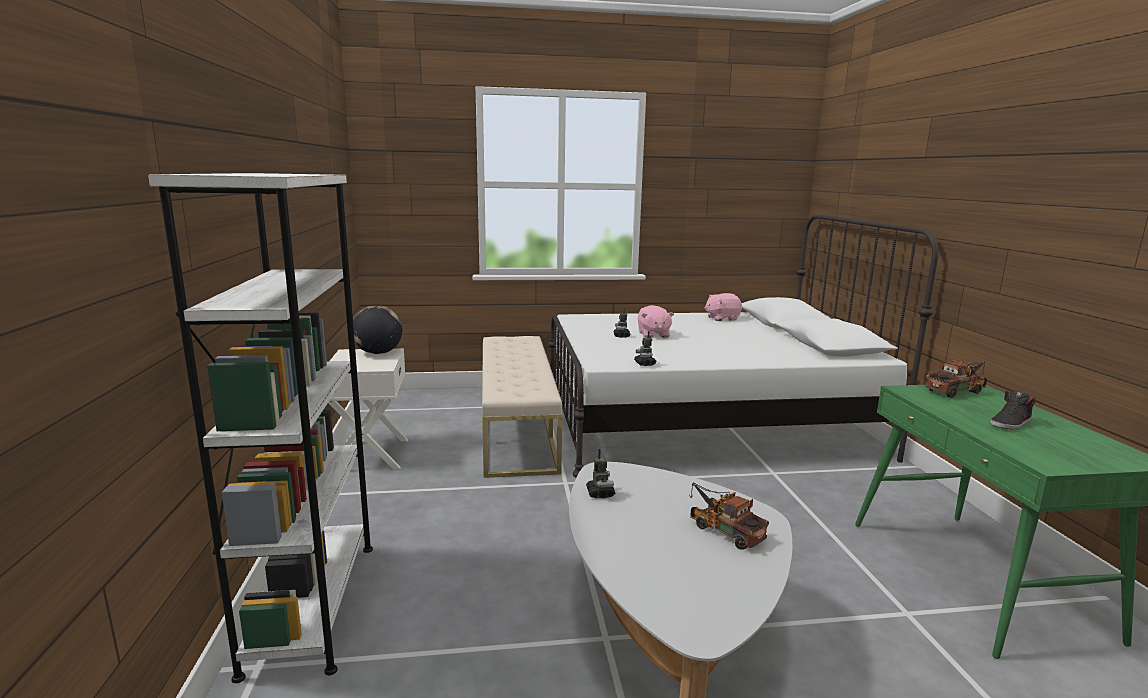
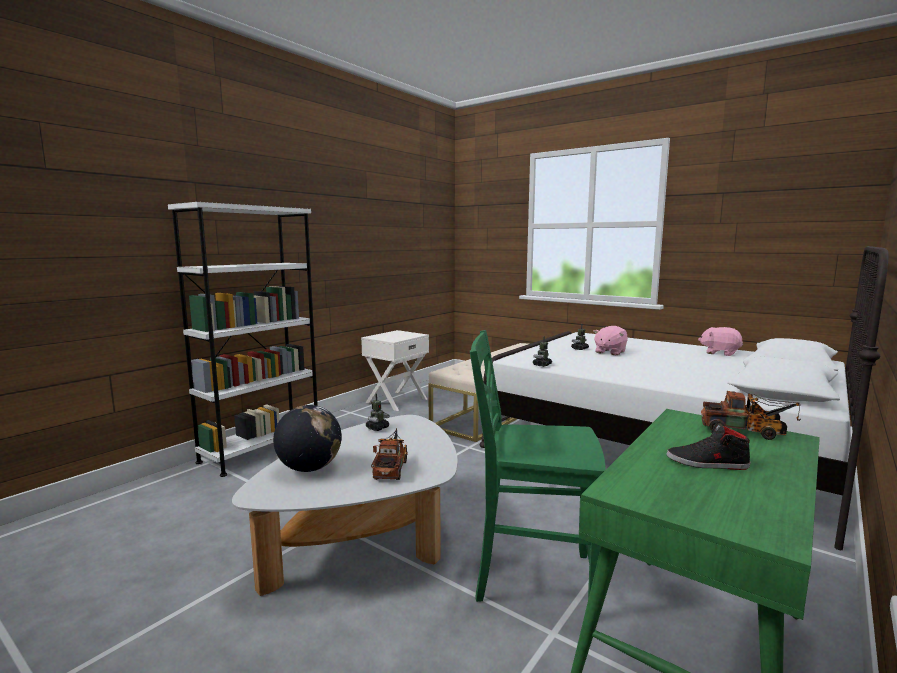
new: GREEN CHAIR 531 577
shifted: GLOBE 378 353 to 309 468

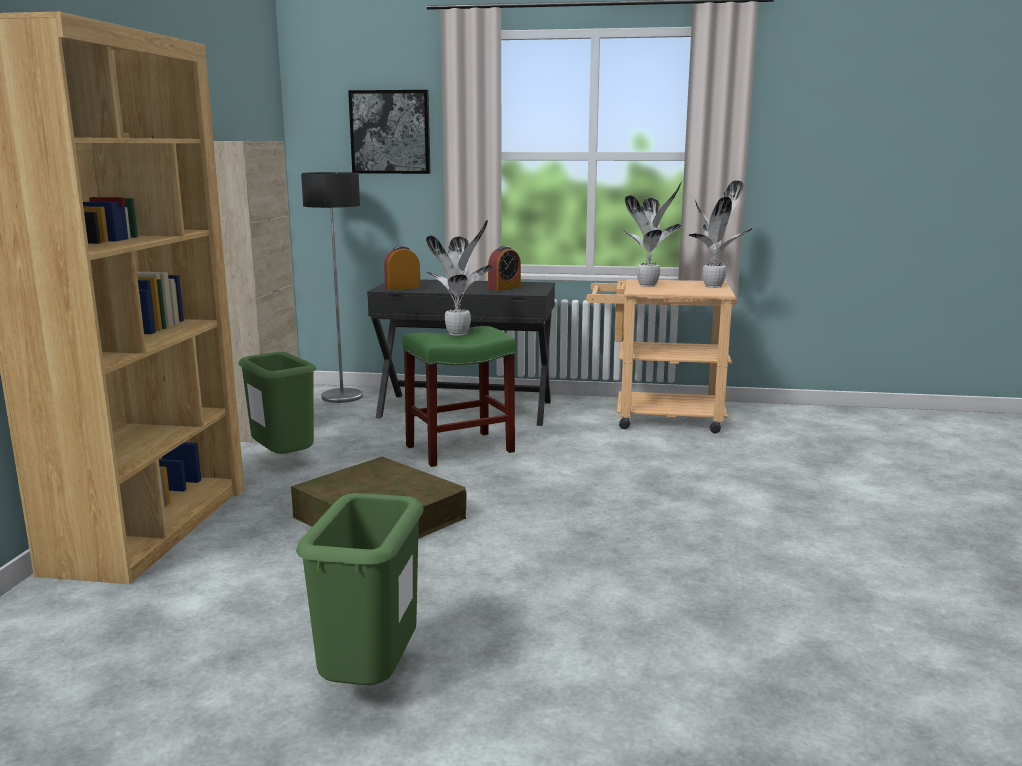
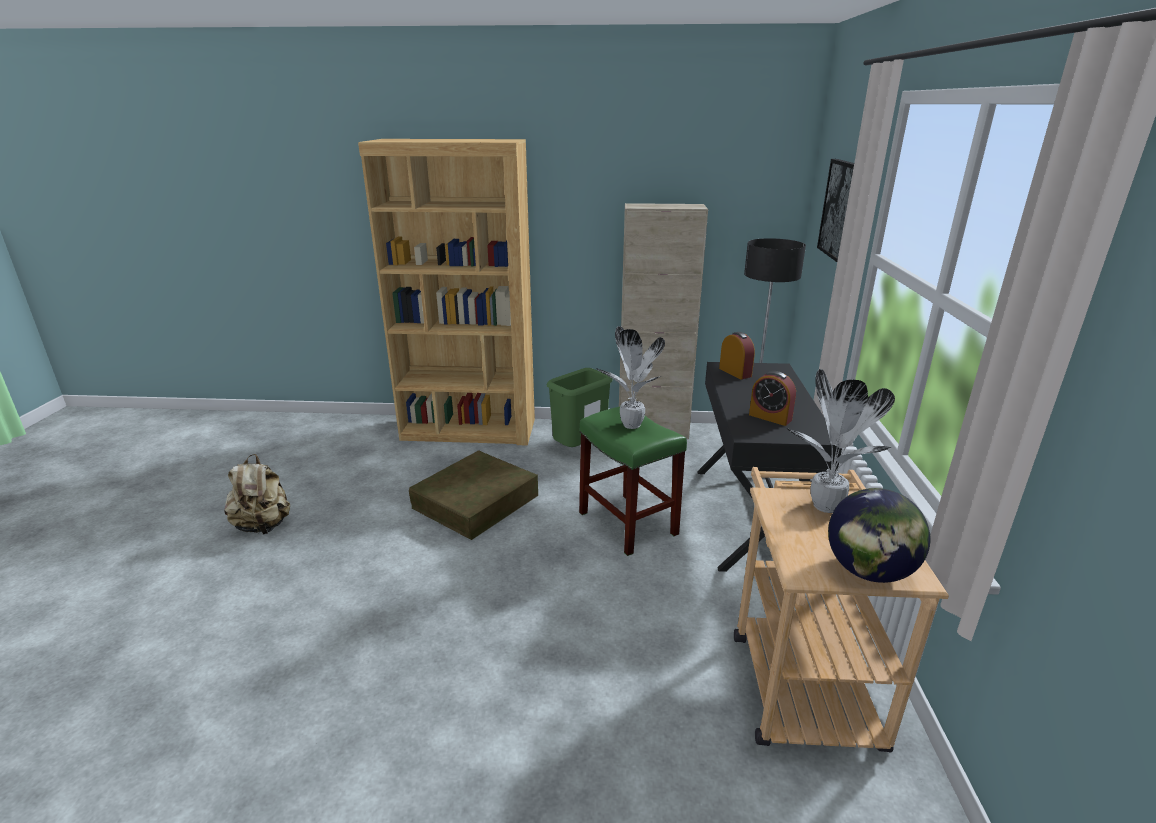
swapped: GREEN TRASH CAN 369 681 to BEIGE BACKPACK 263 526; POTTED PLANT 714 286 to GLOBE 868 571

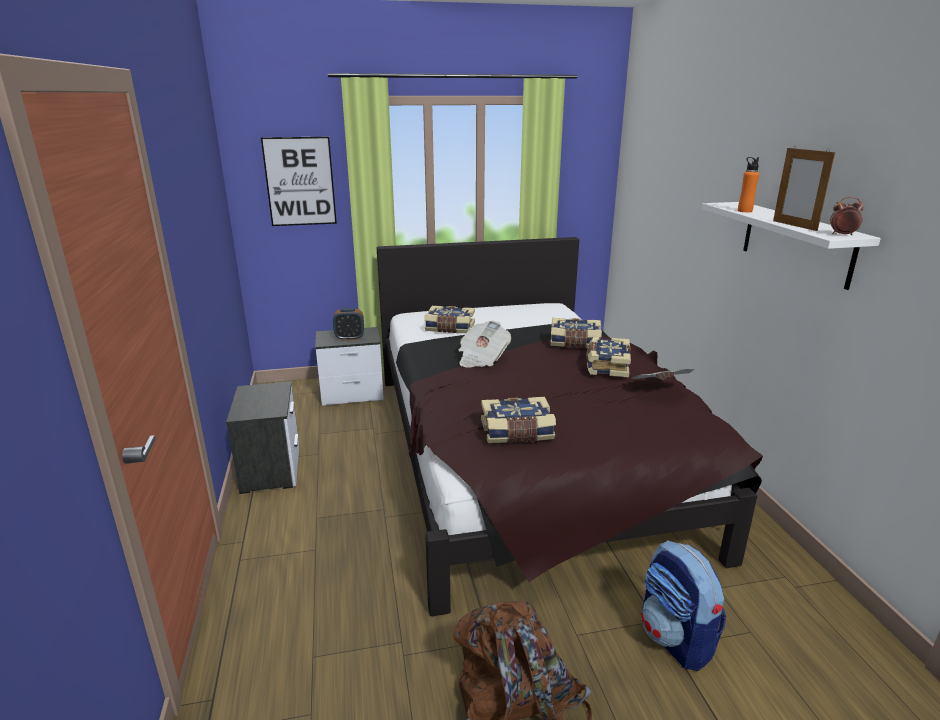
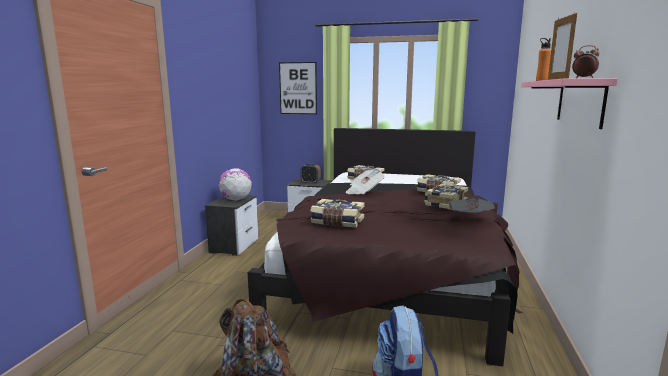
new: GLOBE 236 199
repainted: WHITE SHELF 796 242 to PINK SHELF 580 102

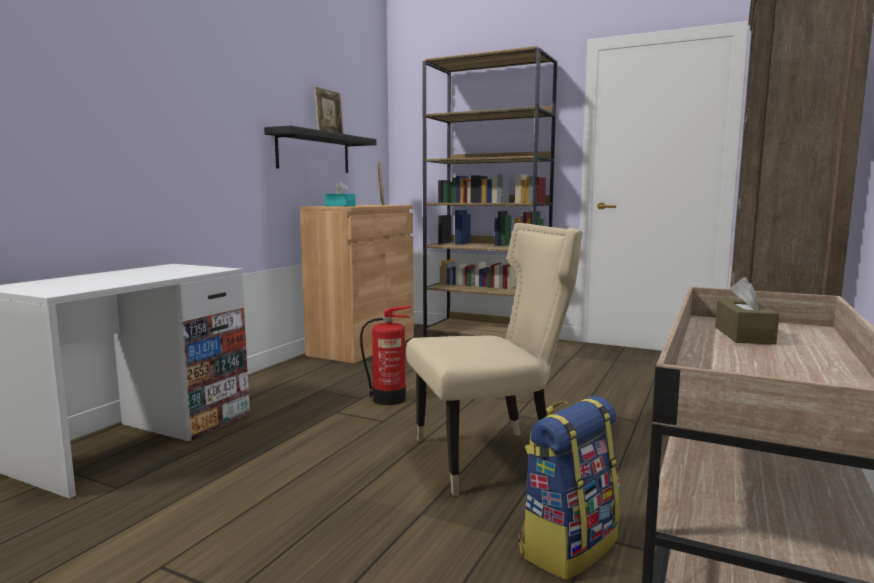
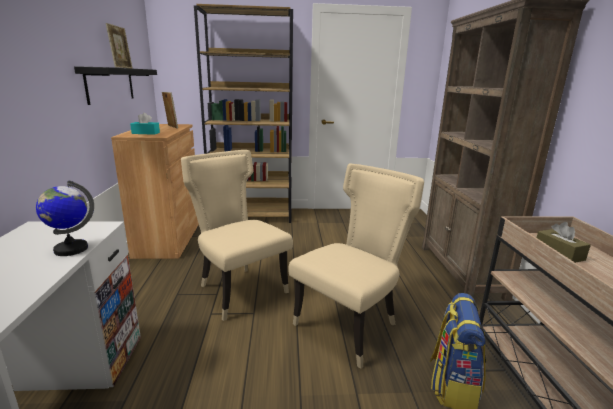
new: GLOBE 71 249
swapped: FIRE EXTINGUISHER 390 399 to BEIGE CHAIR 239 289

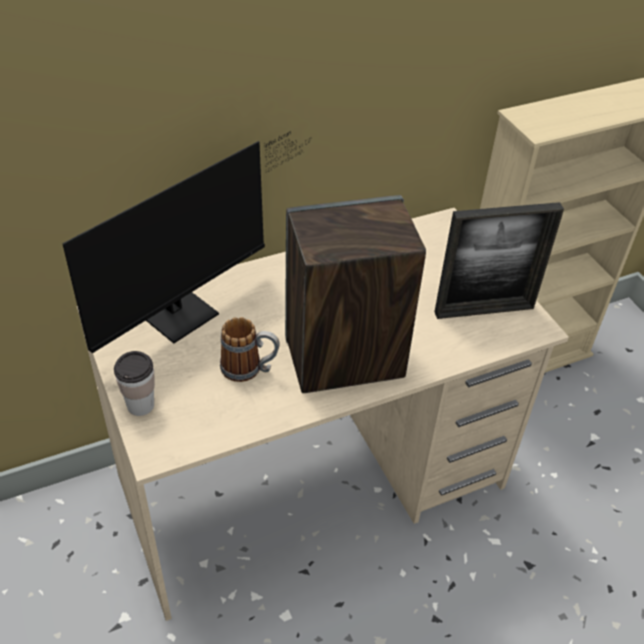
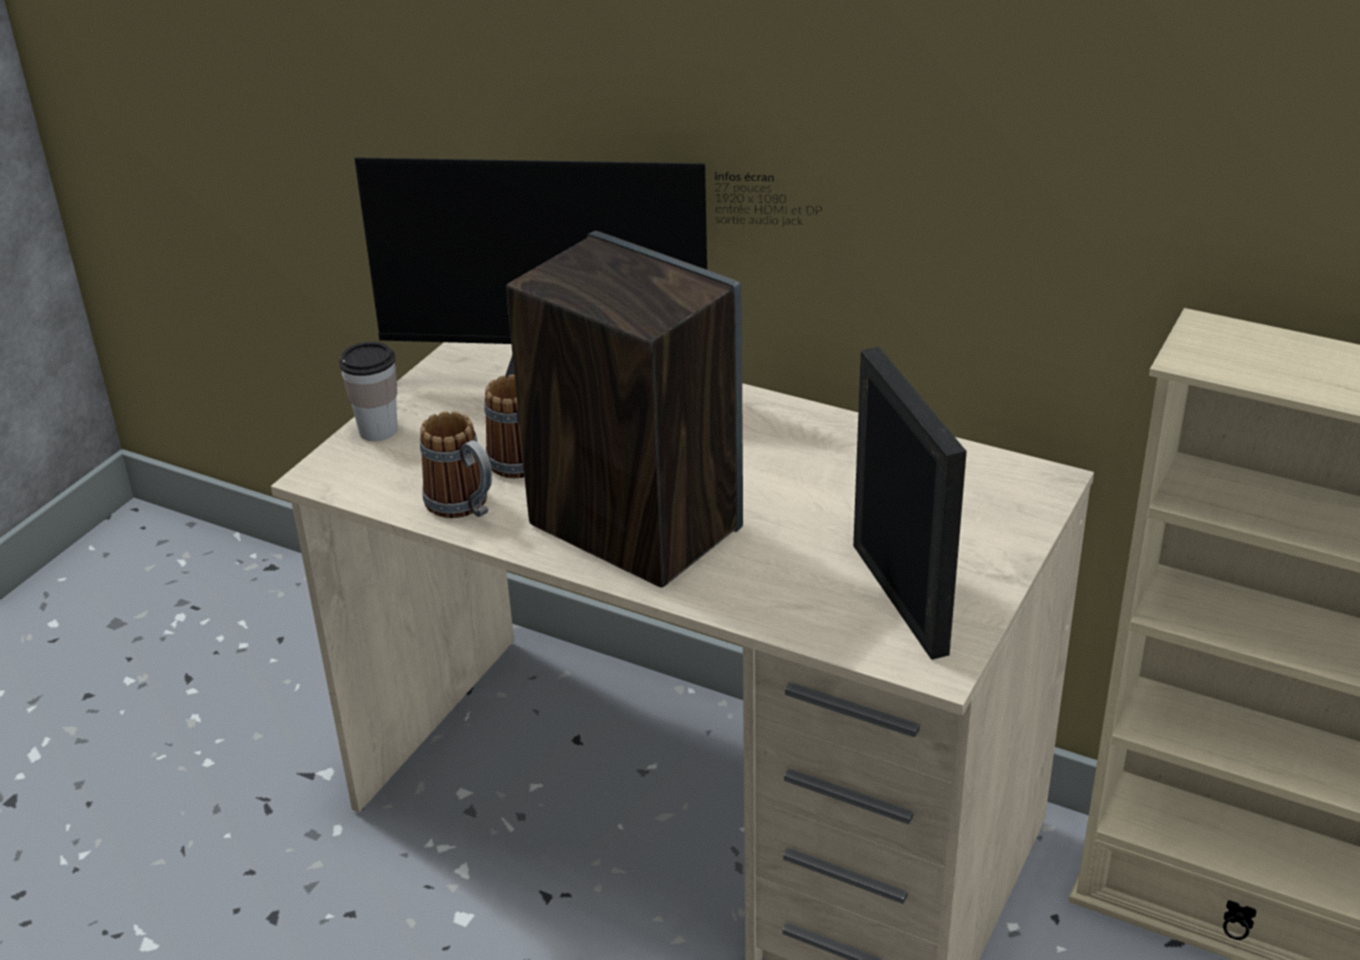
new: MUG 465 507
rotated: PICTURE FRAME 484 310 = 899 598 150 degrees counterclockwise

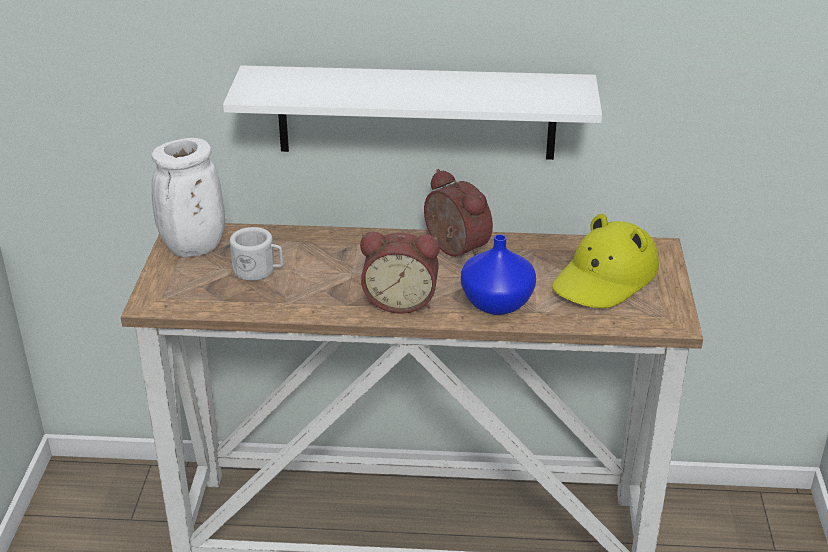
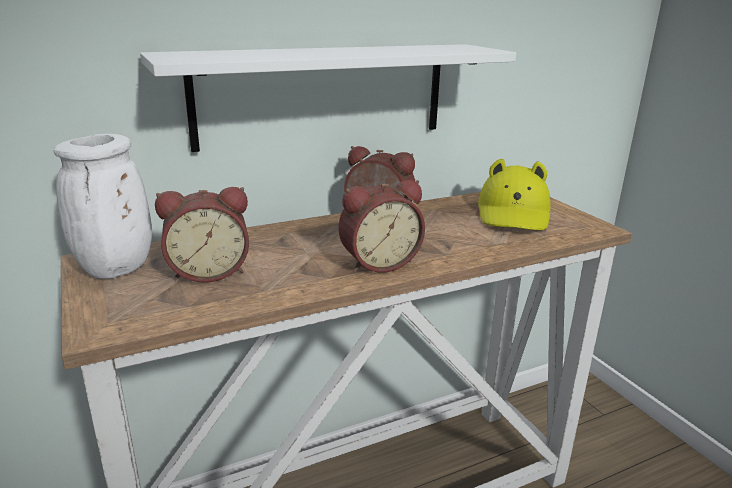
gone: BLUE VASE 495 303
swapped: WHITE MUG 258 270 to ALARM CLOCK 209 271

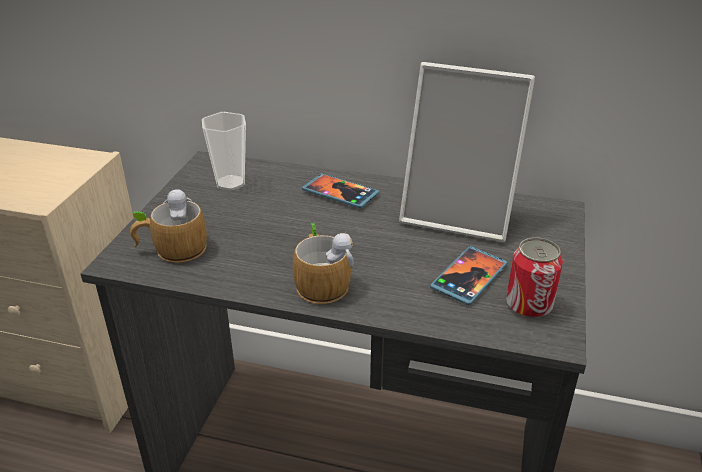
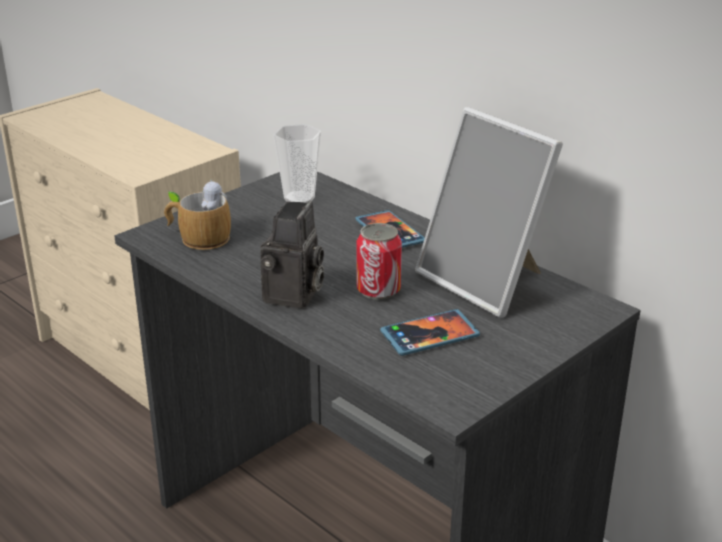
shifted: CAN 529 305 to 378 290
swapped: MUG 321 281 to PHOTO CAMERA 293 297

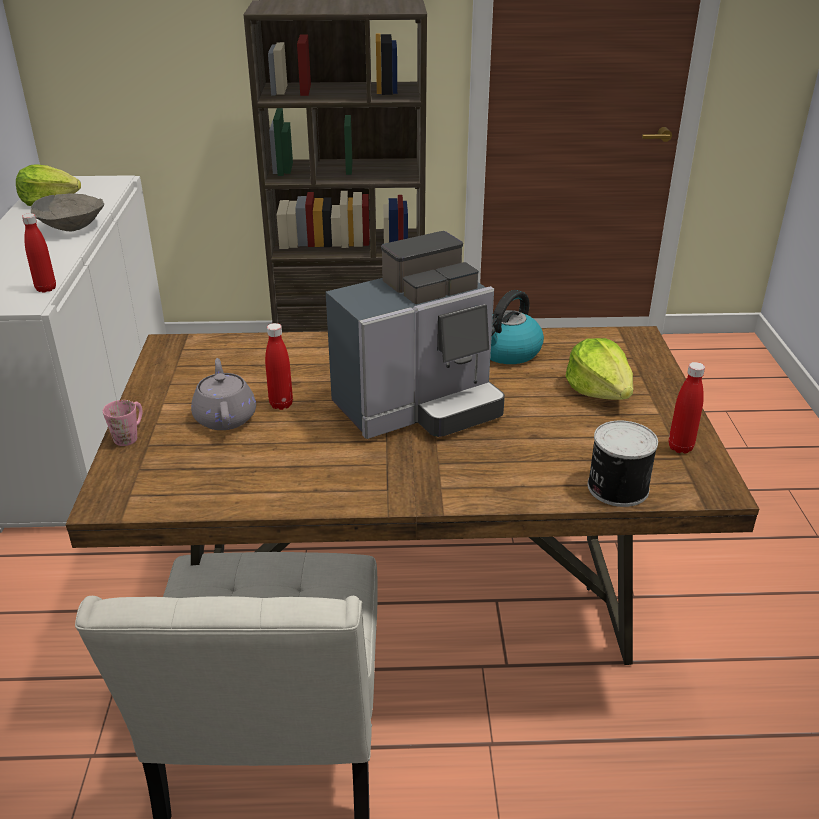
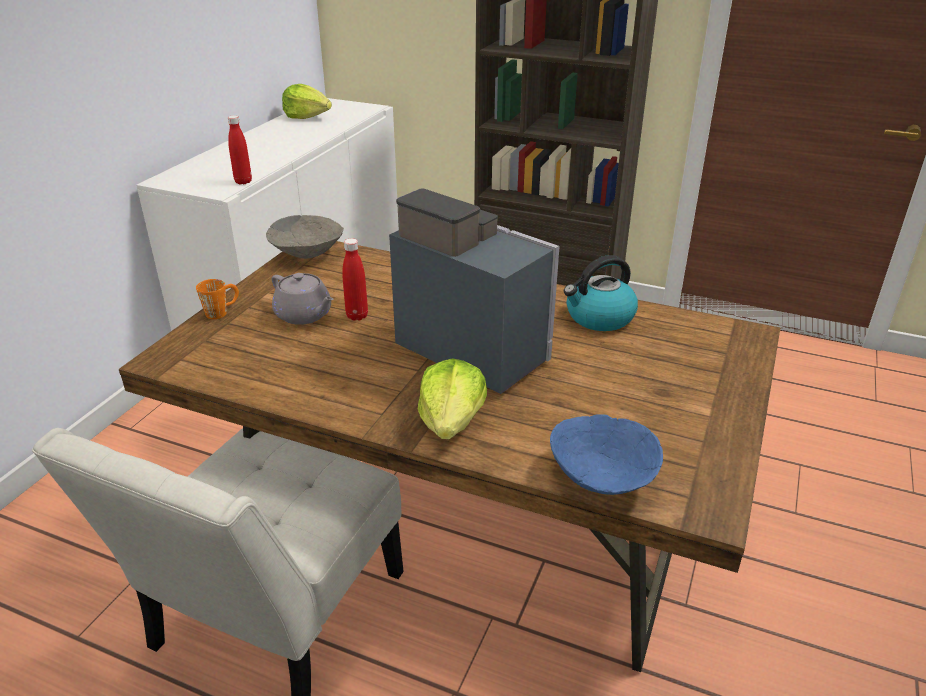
gone: RED BOTTLE 680 447
shifted: GREY BOWL 73 227 to 308 253; LETTUCE 599 391 to 452 421
swapped: CAN 616 487 to BLUE BOWL 600 477
repainted: PINK MUG 130 435 to ORANGE MUG 222 311
rotated: GREY TEAPOT 225 417 = 304 315 120 degrees clockwise; COFFEE MACHINE 419 407 = 472 348 135 degrees counterclockwise

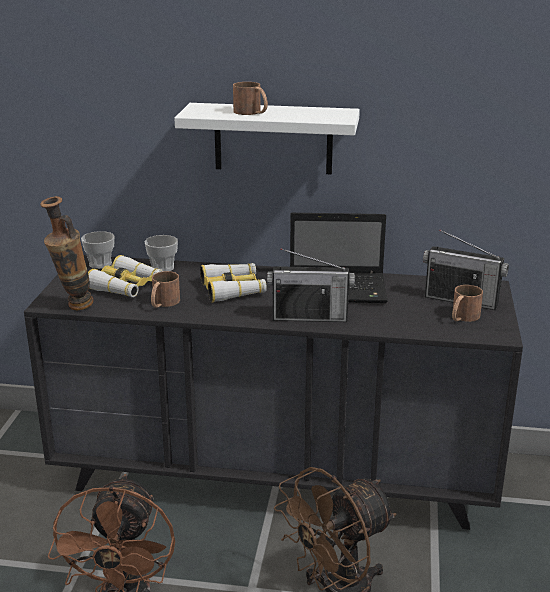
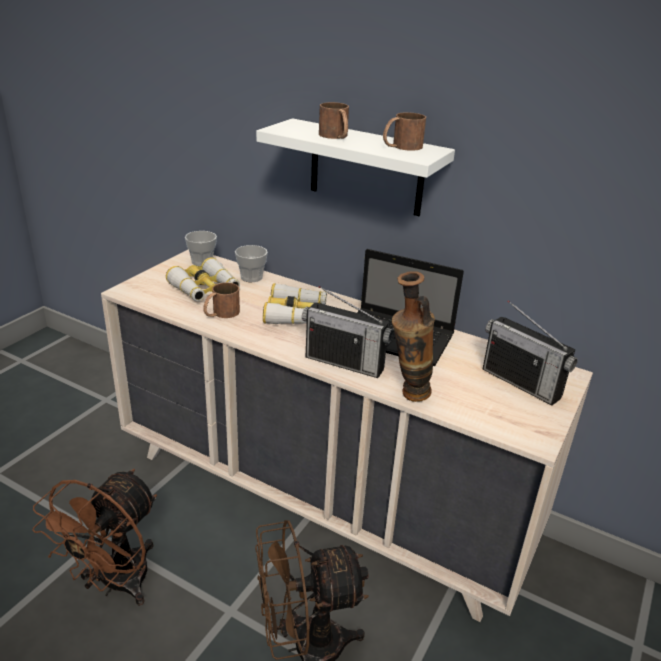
shifted: VASE 73 308 to 407 396; BROWN MUG 462 317 to 401 147
repainted: BLACK DRESSER 276 475 to BEIGE DRESSER 322 496

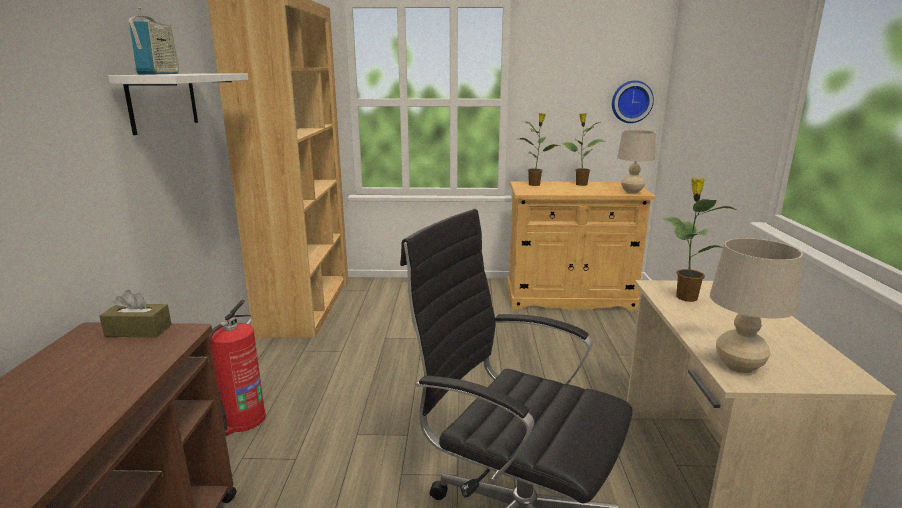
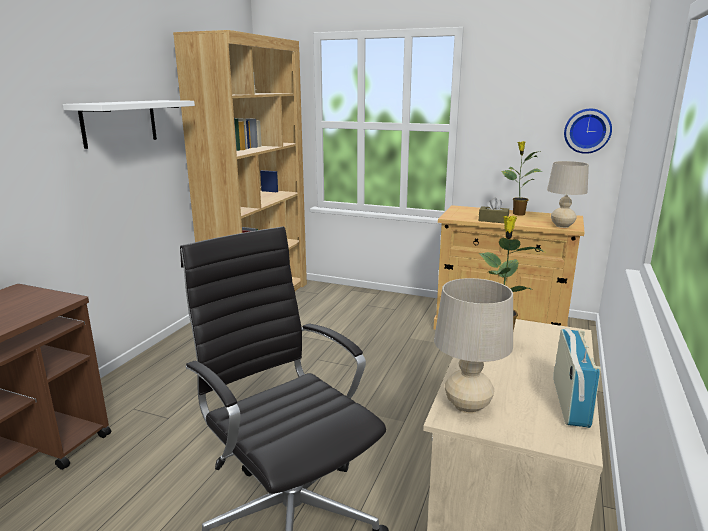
gone: FIRE EXTINGUISHER 242 420; POTTED PLANT 535 184
shifted: BROWN TISSUE BOX 138 330 to 493 220; RADIO 159 74 to 570 402

